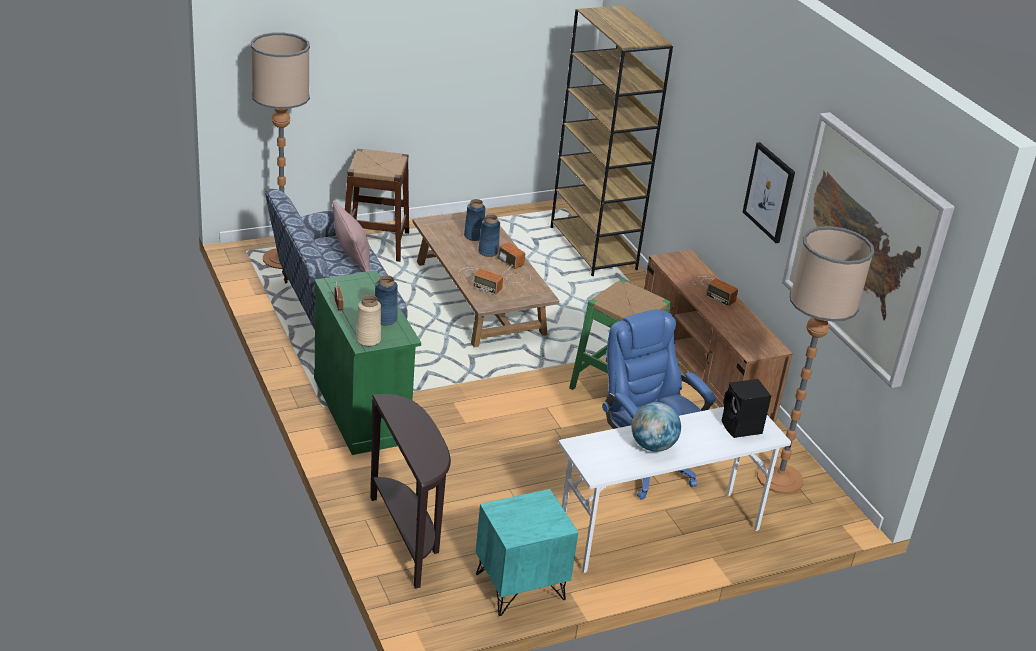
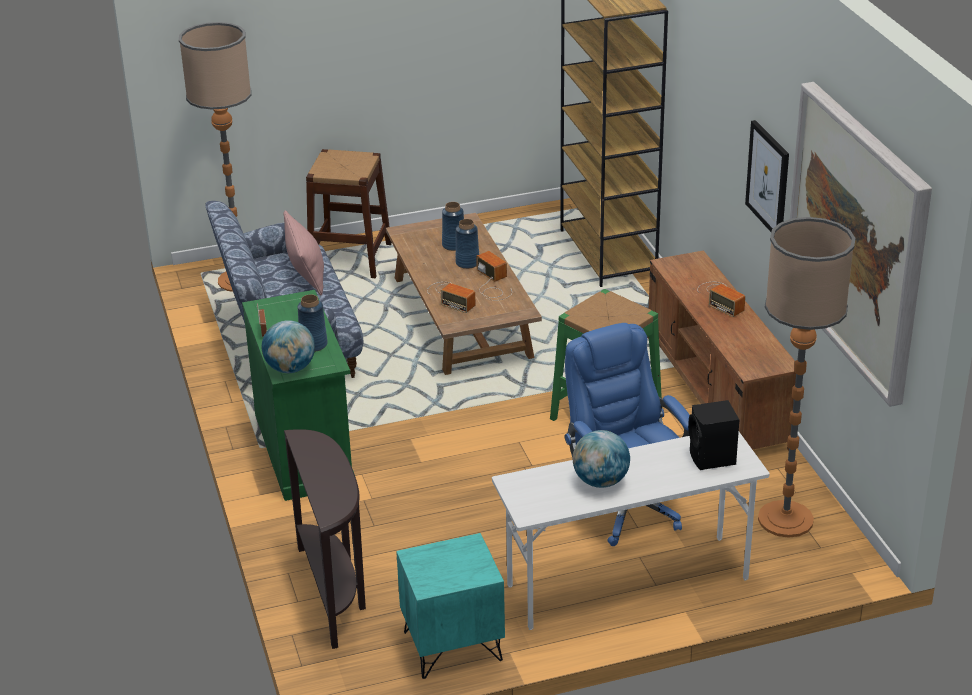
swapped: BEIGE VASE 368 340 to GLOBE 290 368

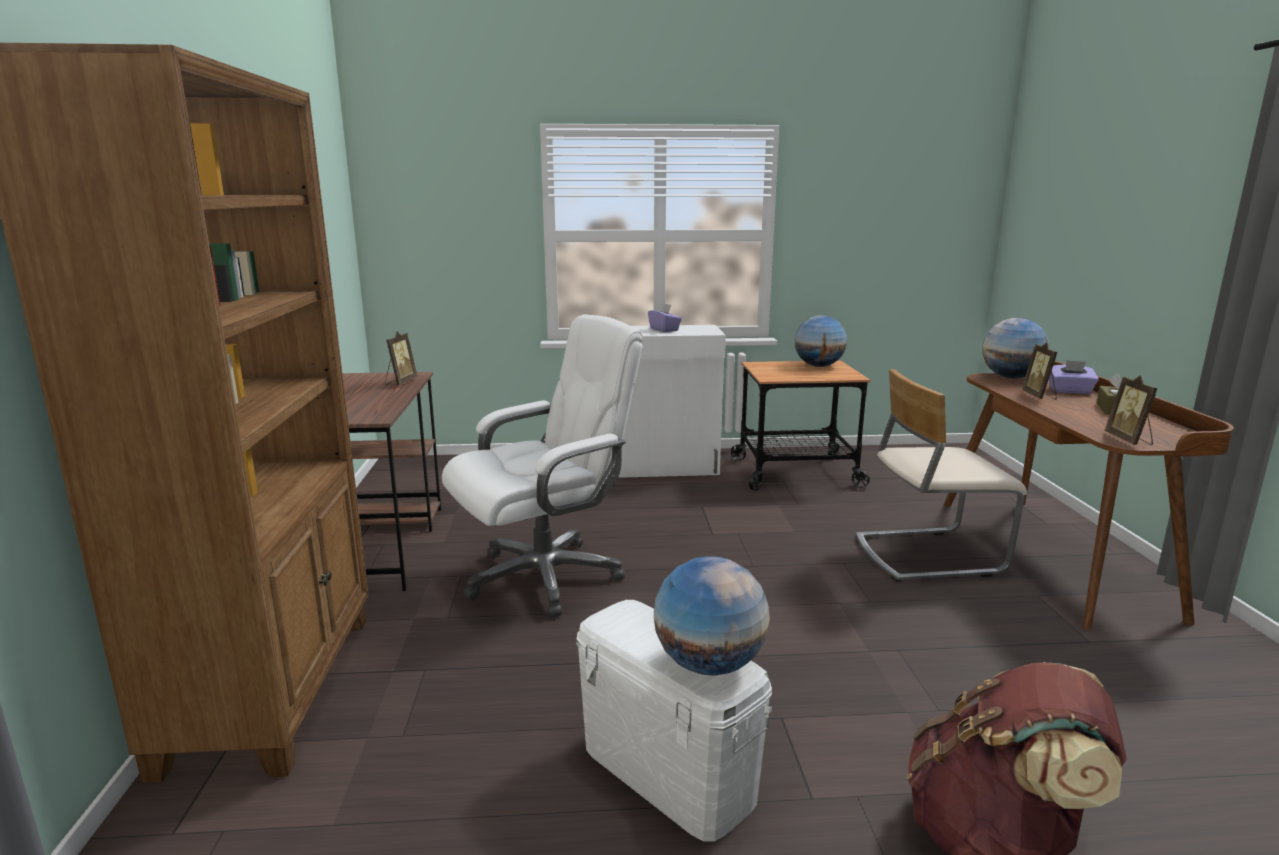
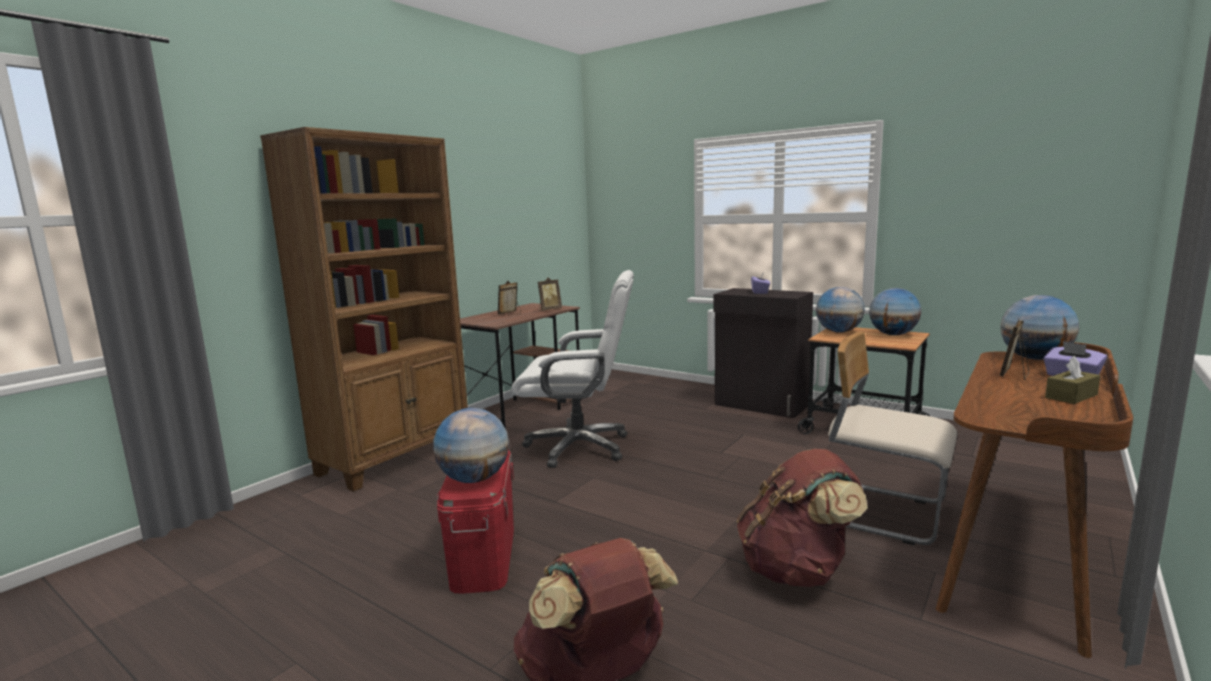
new: BROWN BACKPACK 797 571; GLOBE 839 332
shifted: PICTURE FRAME 1129 440 to 510 314
repainted: WHITE STORAGE BOX 666 772 to RED STORAGE BOX 483 555; WHITE CABINET 667 467 to BLACK CABINET 761 405

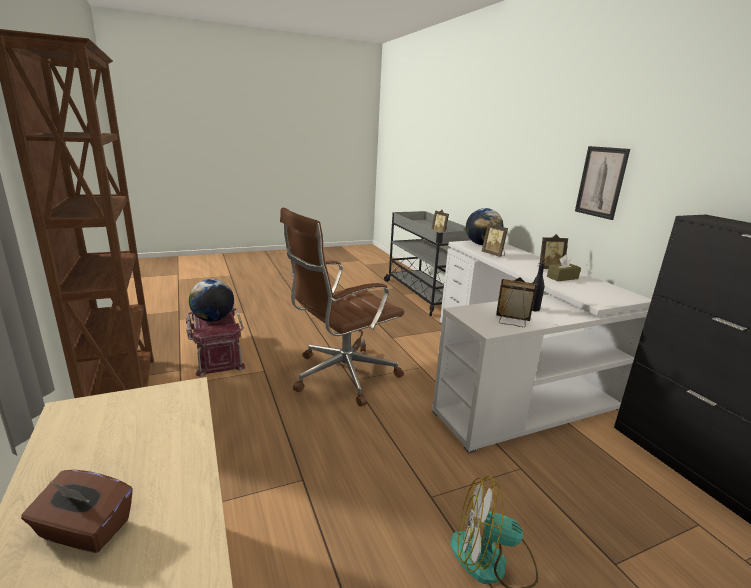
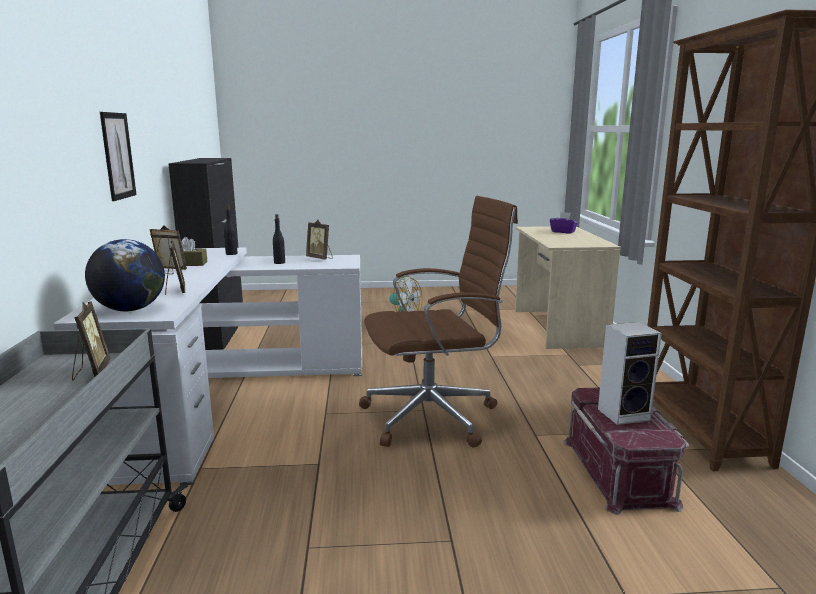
new: BLACK BOTTLE 231 254
swapped: GLOBE 213 319 to SPEAKER 624 414
repainted: BROWN TISSUE BOX 84 530 to PURPLE TISSUE BOX 563 232

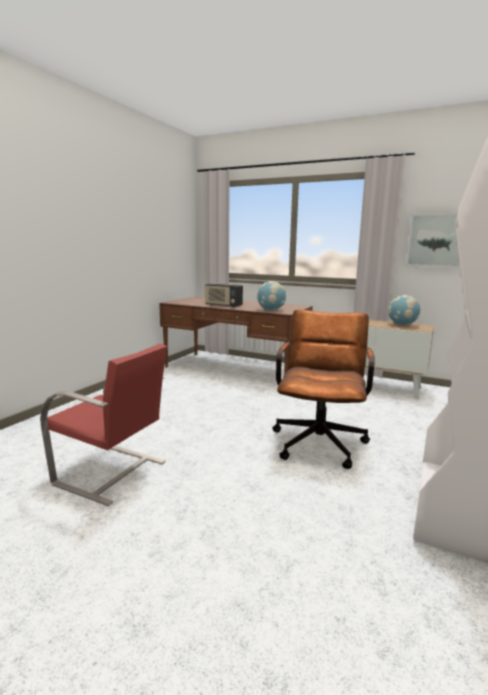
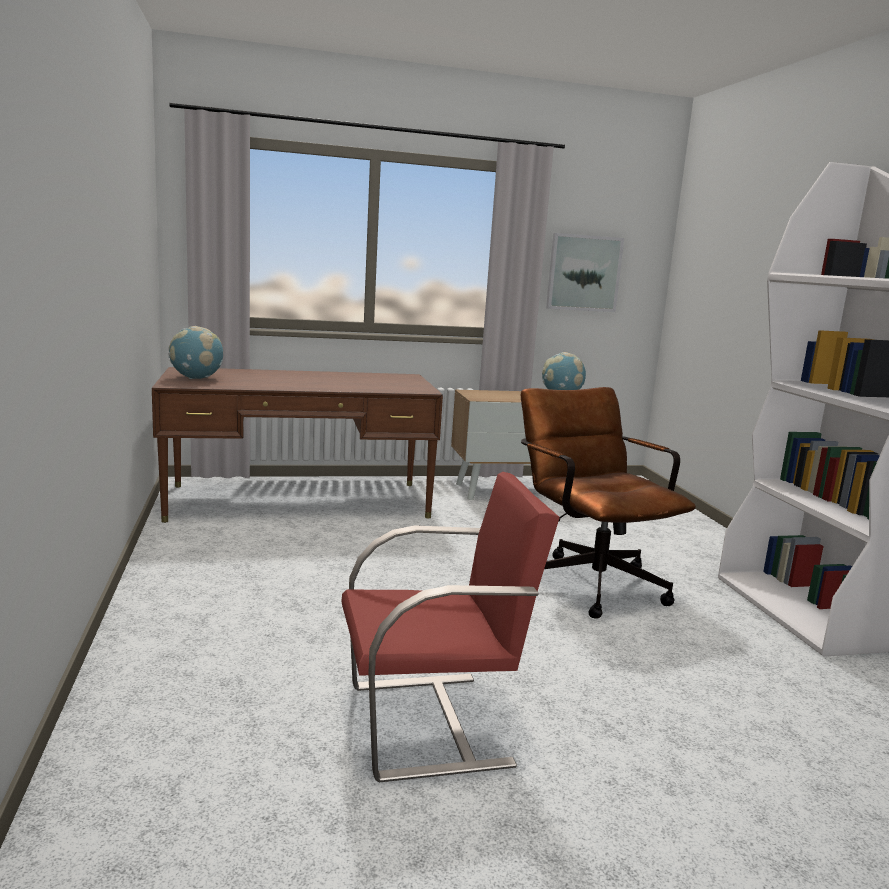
gone: RADIO 223 305
shifted: GLOBE 271 310 to 197 378

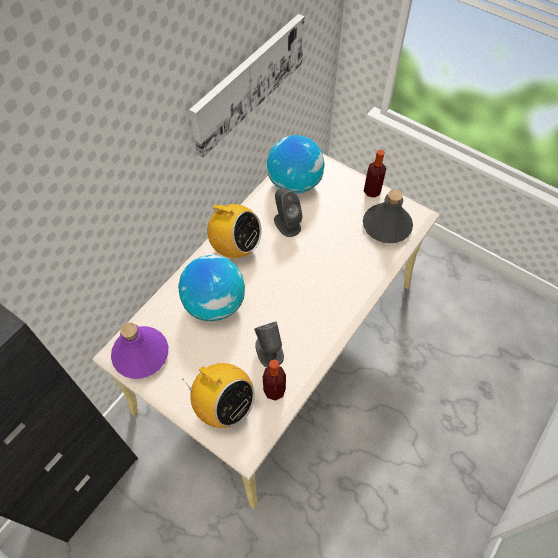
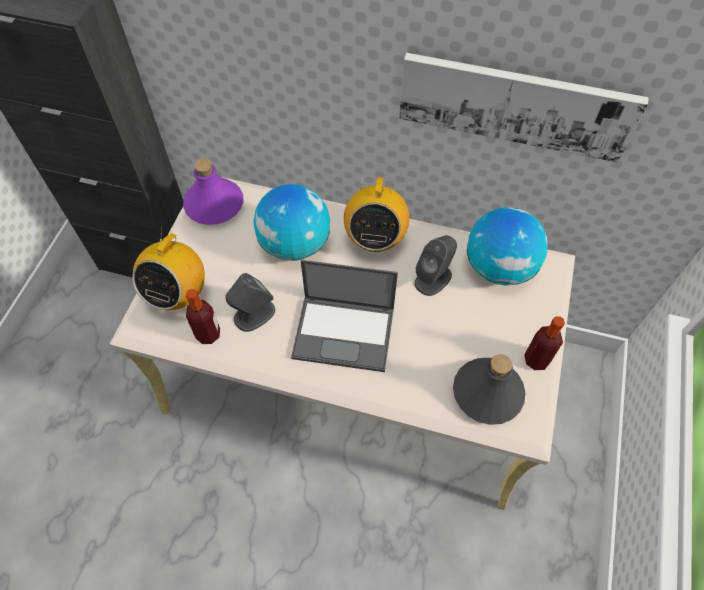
new: LAPTOP 345 332

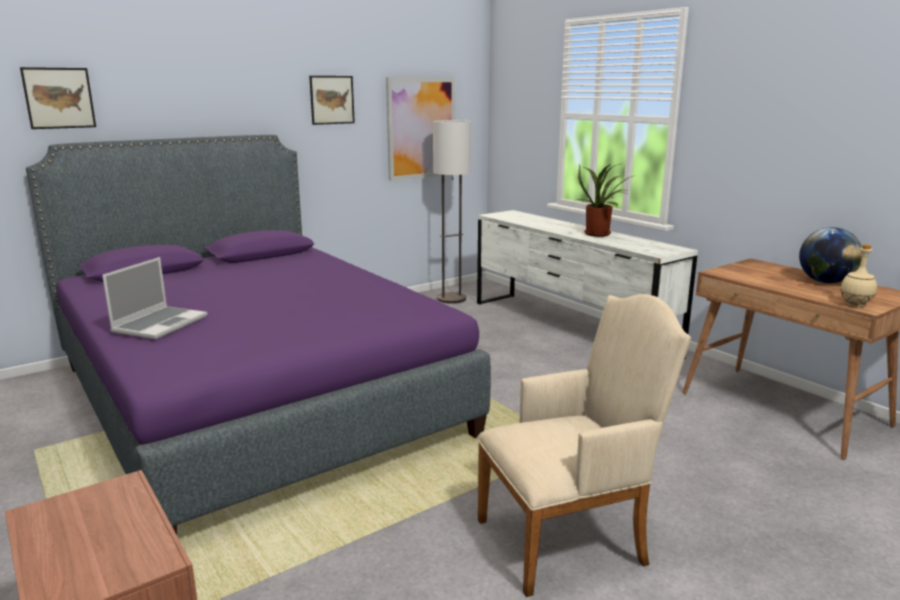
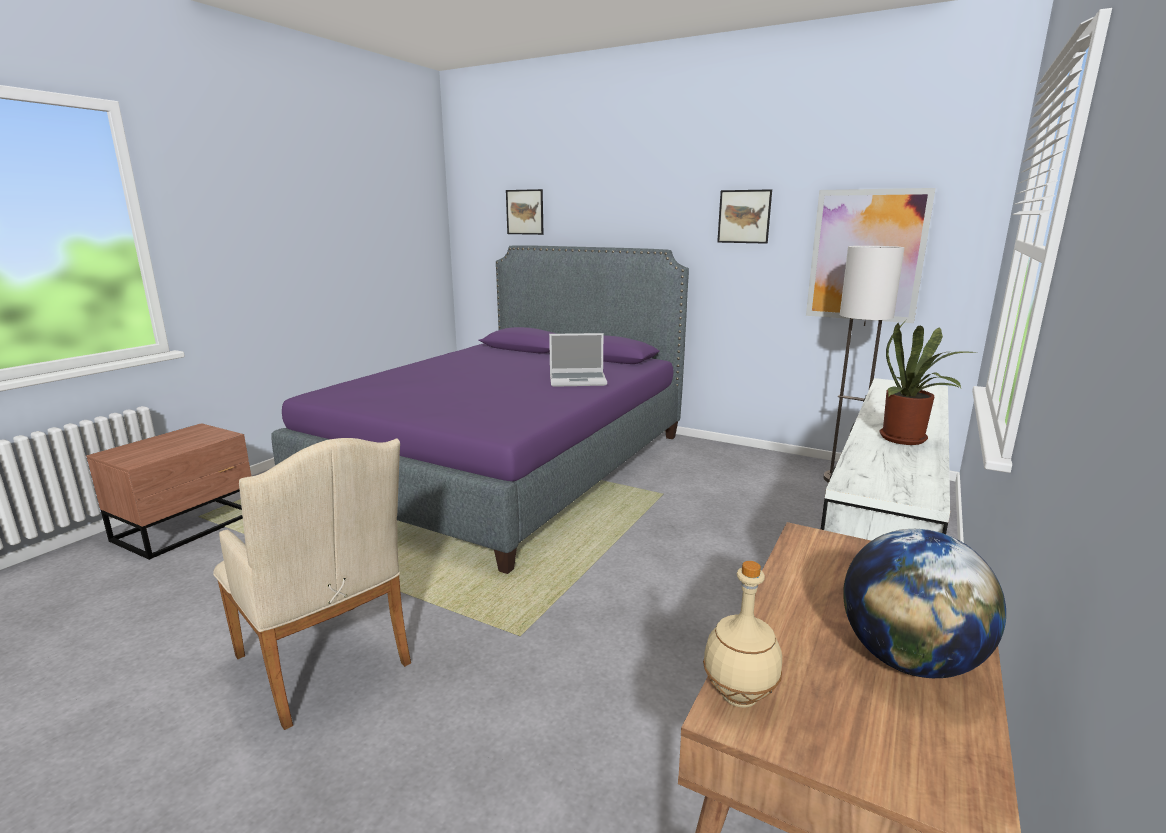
shifted: LAPTOP 160 324 to 578 380

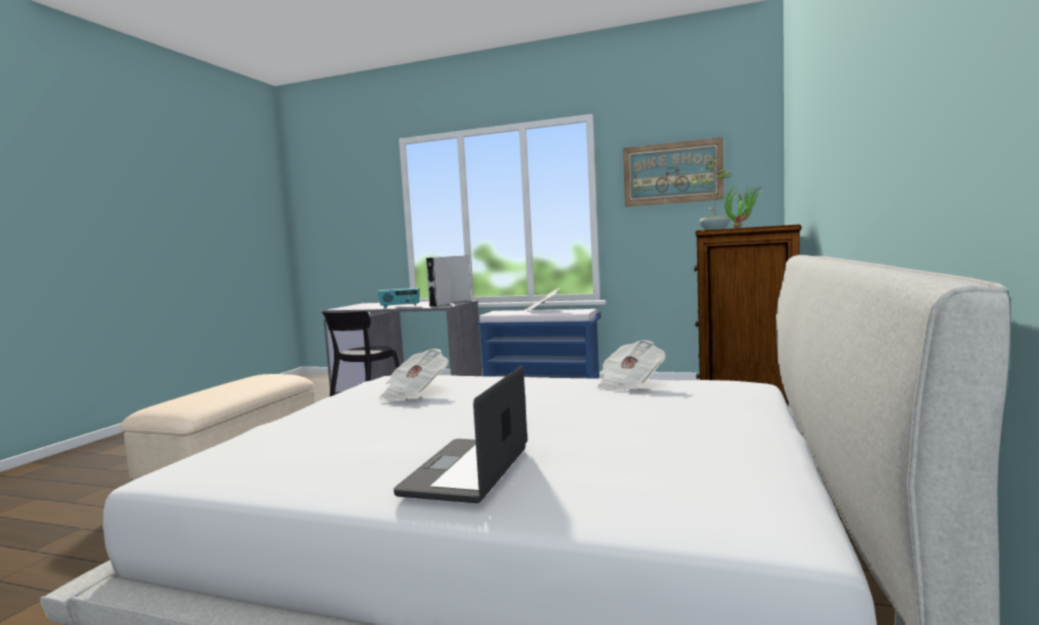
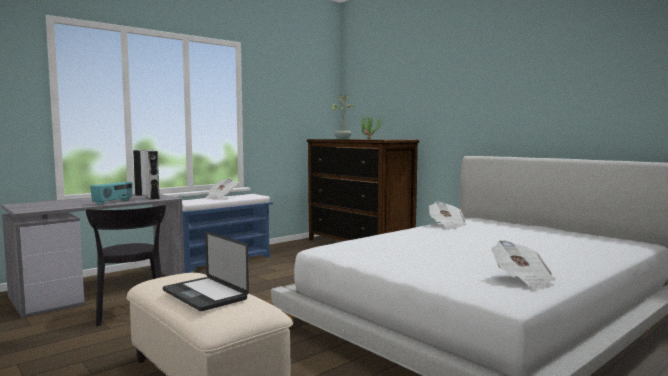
gone: PICTURE 672 173
shifted: NEWSPAPER 414 393 to 522 280; LAPTOP 467 471 to 204 295

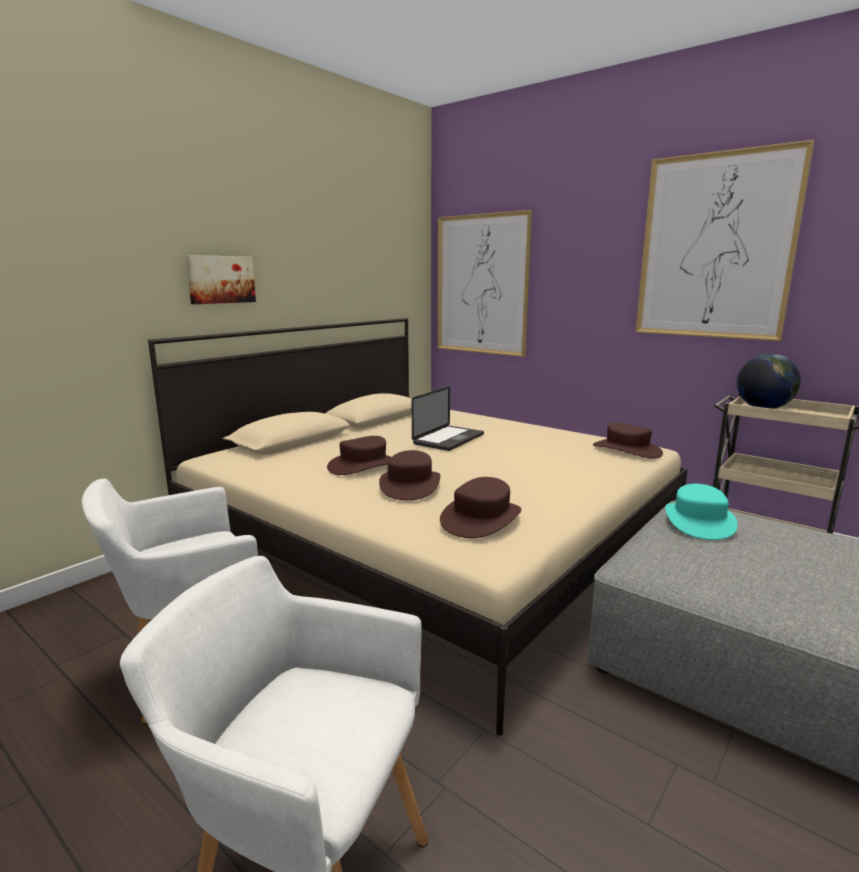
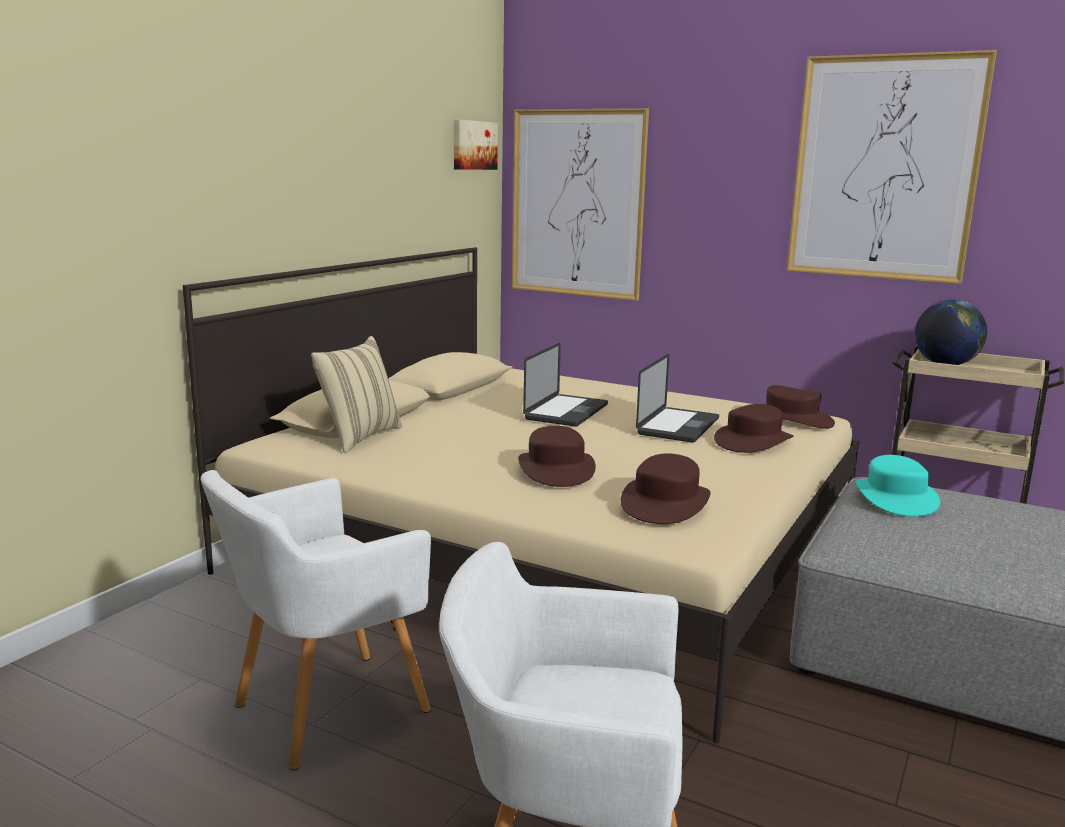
new: BEIGE PILLOW 358 437; LAPTOP 678 426
shifted: PICTURE 220 279 to 473 145; BROWN HAT 363 465 to 753 441

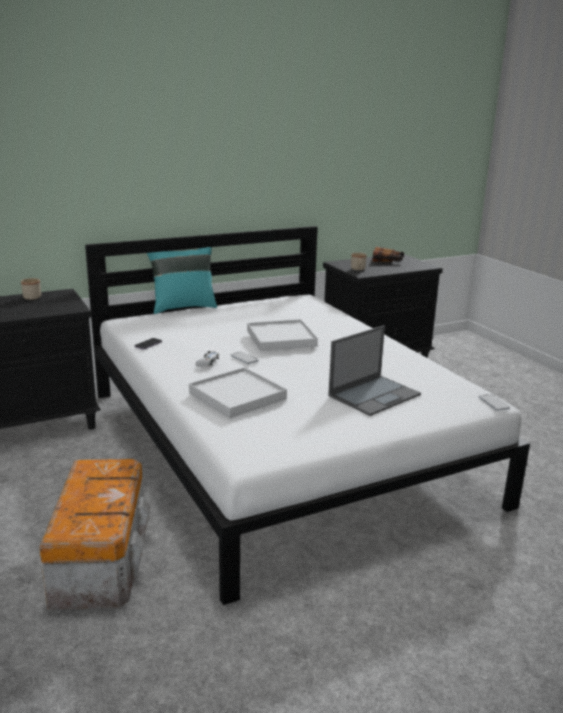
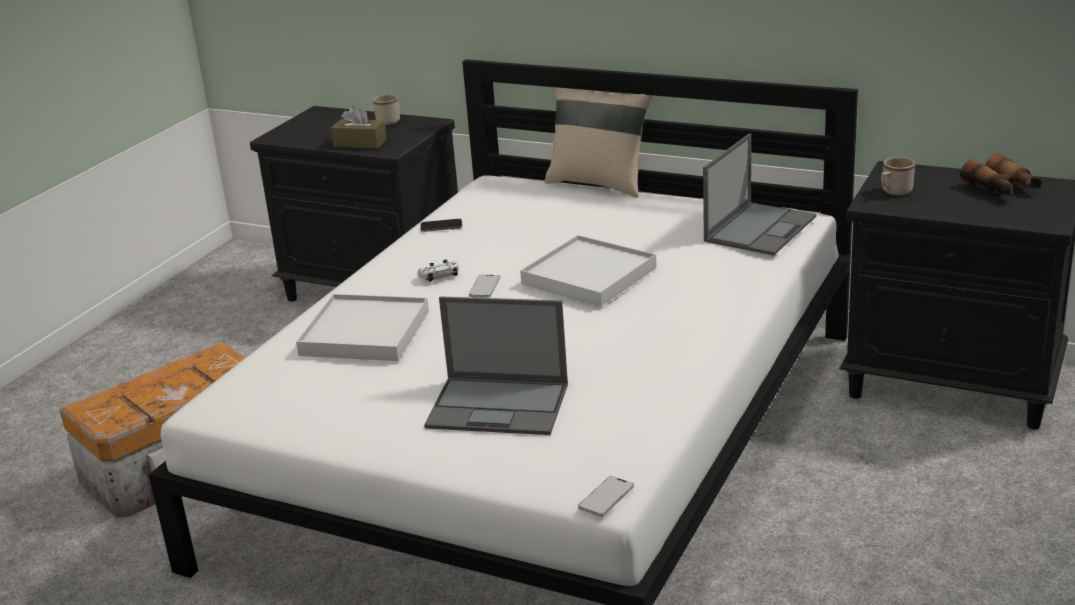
new: BROWN TISSUE BOX 360 143; LAPTOP 760 228
repainted: TURQUOISE PILLOW 183 307 to BEIGE PILLOW 599 183

